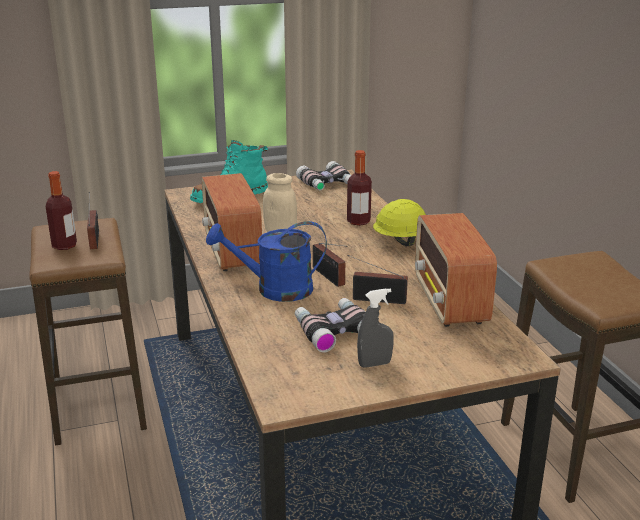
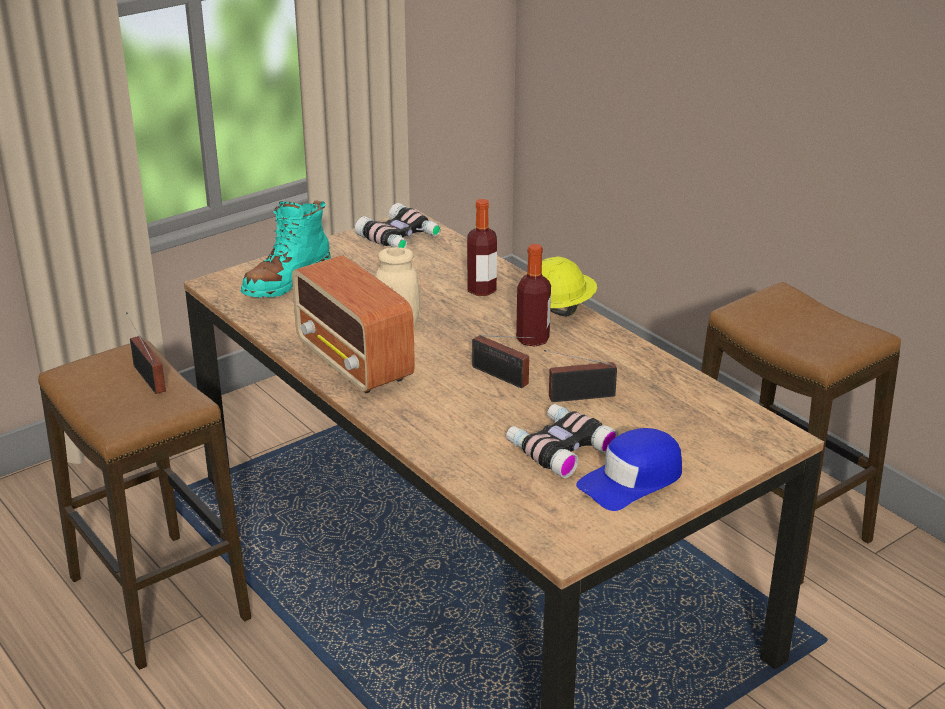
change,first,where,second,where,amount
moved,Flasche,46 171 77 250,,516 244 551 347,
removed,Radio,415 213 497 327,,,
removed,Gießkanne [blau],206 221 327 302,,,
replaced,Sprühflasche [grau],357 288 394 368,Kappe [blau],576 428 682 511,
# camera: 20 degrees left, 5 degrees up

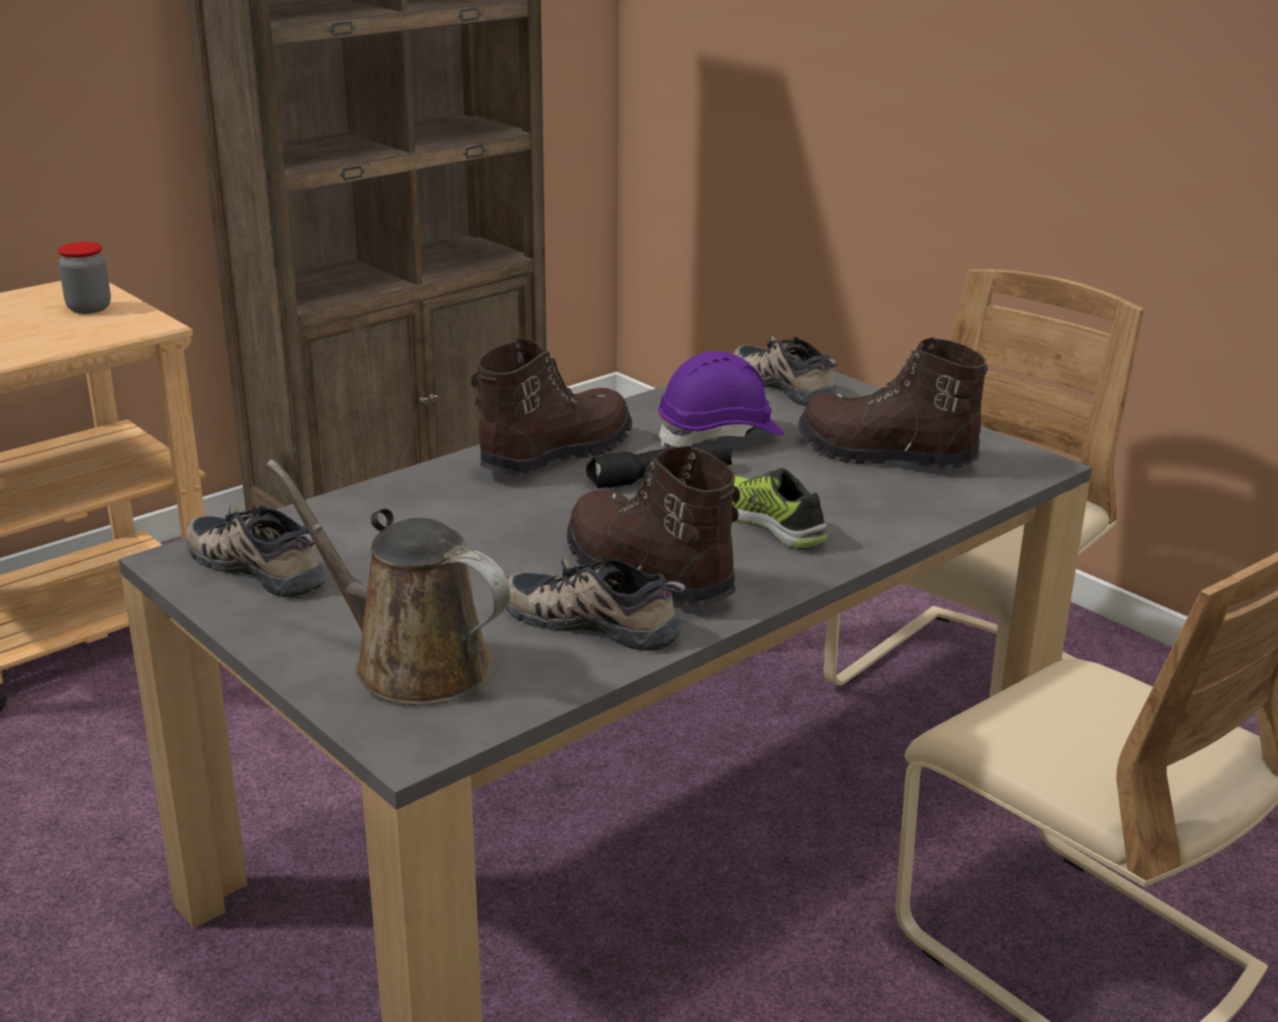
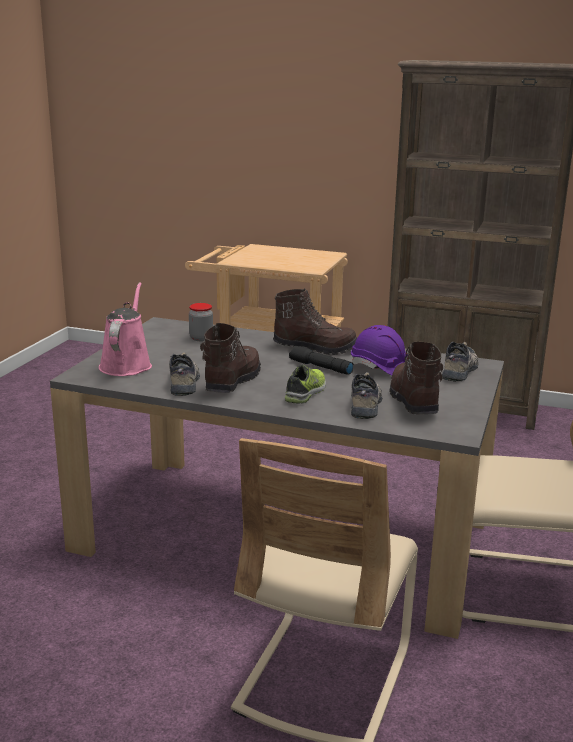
change,first,where,second,where,amount
moved,Vorratsglas,58 242 111 314,,189 303 213 341,
recoloured,Gießkanne [braun],266 460 510 705,Gießkanne [rosa],99 282 152 376,
moved,Schuh,186 505 325 599,,351 372 382 419,
# camera: 60 degrees right, 5 degrees down

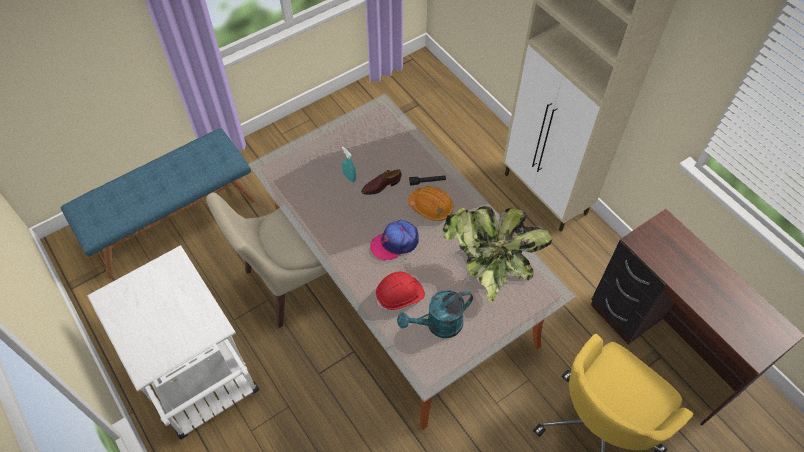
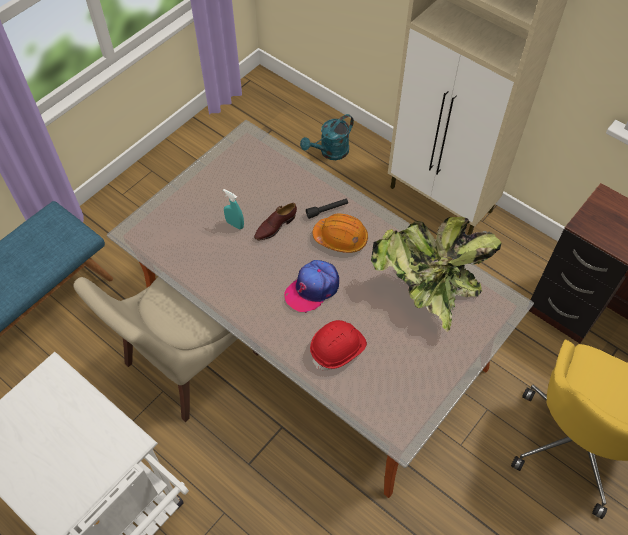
change,first,where,second,where,amount
moved,Gießkanne [türkis],397 290 473 338,,300 114 354 160,
# camera: 15 degrees left, 0 degrees up

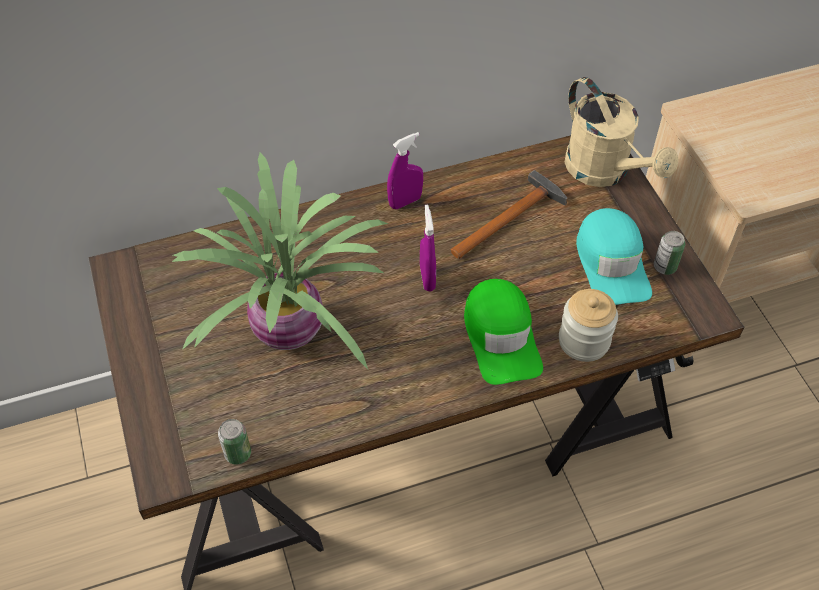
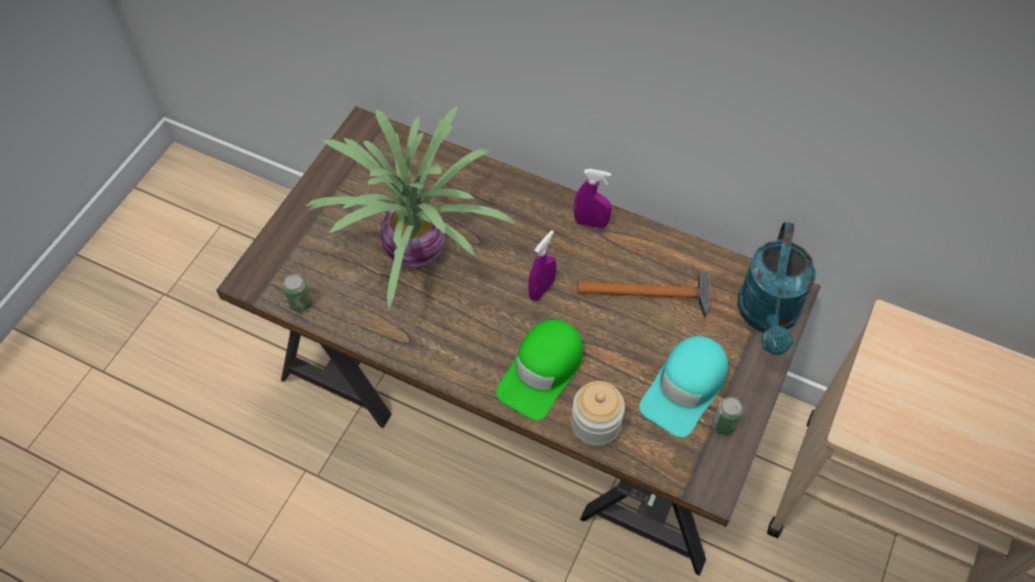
change,first,where,second,where,amount
recoloured,Gießkanne [beige],565 77 678 187,Gießkanne [türkis],737 222 816 355,
# camera: 45 degrees right, 5 degrees up

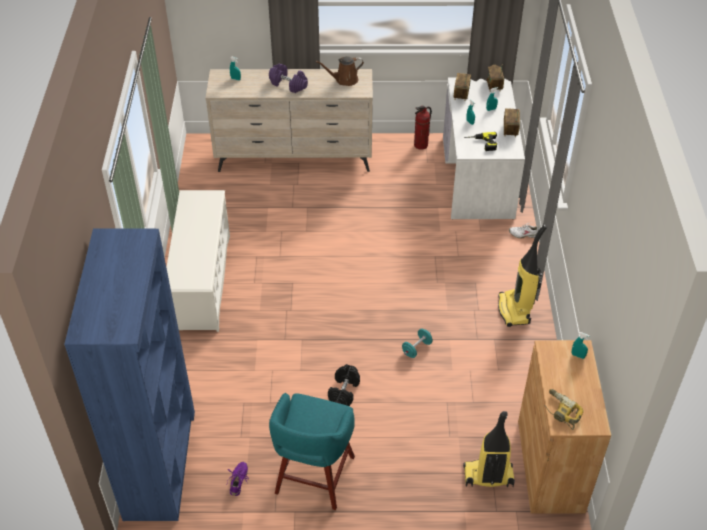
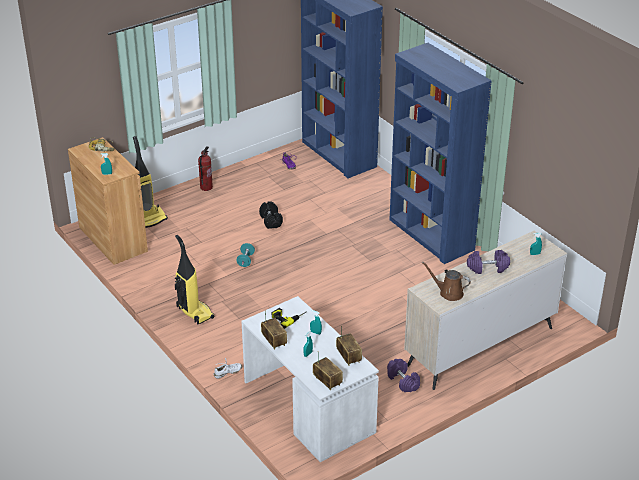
change,first,where,second,where,amount
turned,Gießkanne [braun],316 56 364 86,,422 261 471 301,105 degrees counterclockwise
moved,Feuerlöscher,414 106 432 150,,198 146 213 191,
replaced,Schuhregal [weiß],166 190 230 332,Bücherregal [blau],389 43 492 264,
removed,Hocker [türkis],269 393 355 510,,,
added,,,Hantel [lila],387 359 420 392,
# camera: 145 degrees right, 10 degrees down

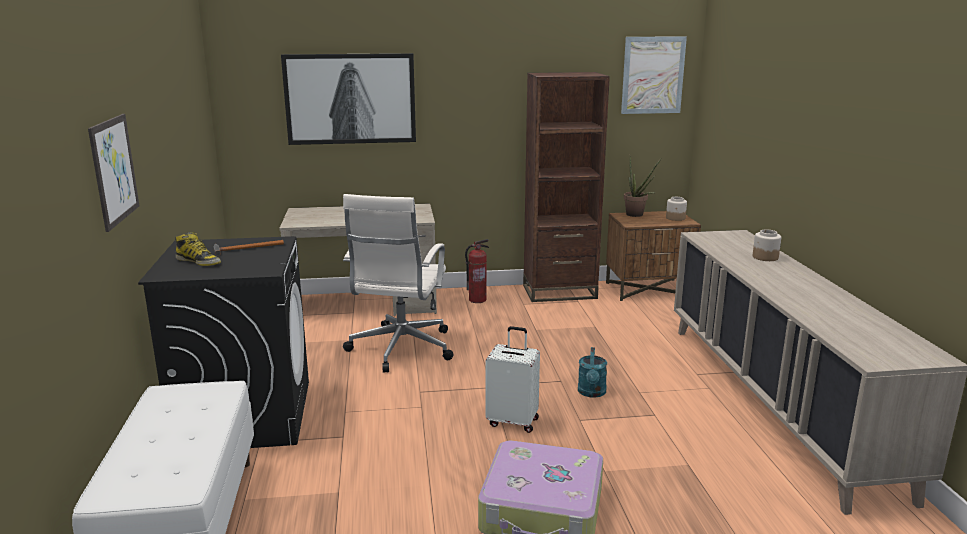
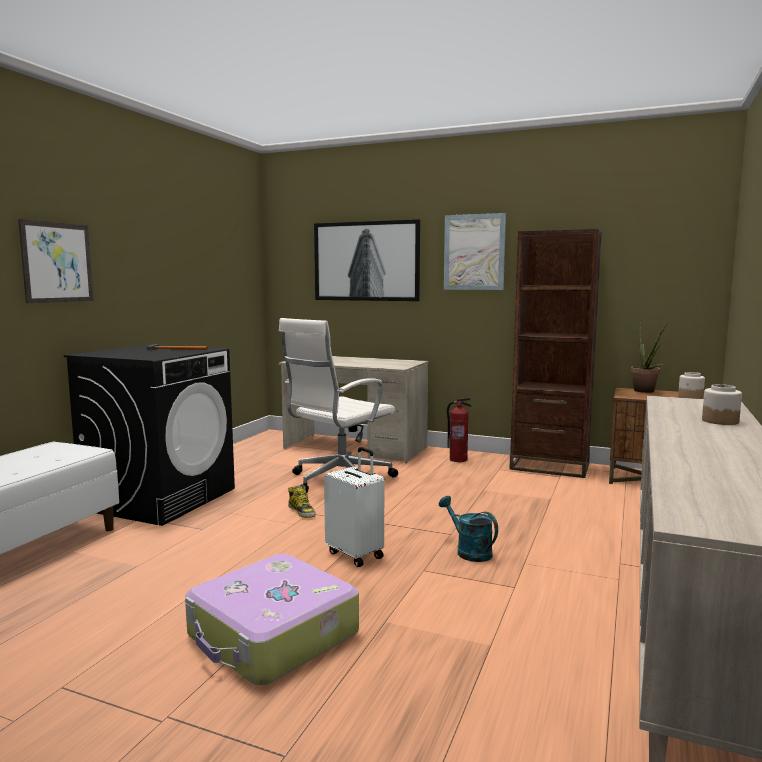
change,first,where,second,where,amount
moved,Bild,621 36 687 114,,444 213 506 290,
moved,Stiefel,175 232 221 266,,288 485 316 518,
turned,Gießkanne [türkis],578 347 607 398,,439 496 498 562,105 degrees clockwise
# camera: 30 degrees right, 10 degrees down

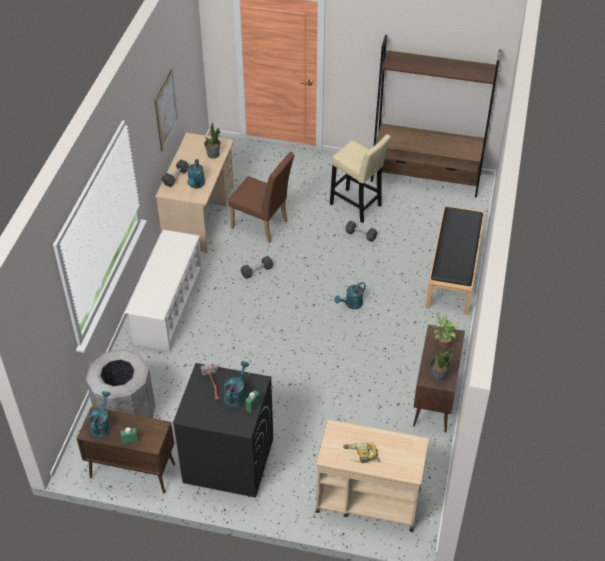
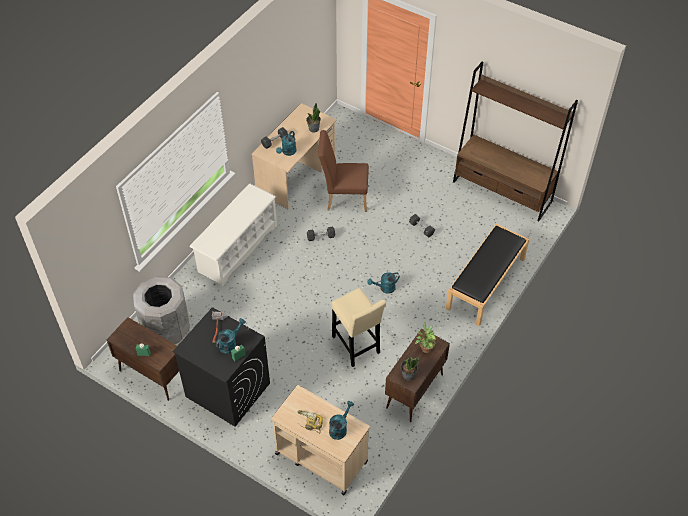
change,first,where,second,where,amount
removed,Bild,155 69 178 151,,,
moved,Hocker [beige],330 134 391 223,,332 288 386 367,
turned,Stuhl [braun],229 152 295 243,,318 130 369 212,135 degrees clockwise
moved,Gießkanne [türkis],88 391 110 438,,329 401 354 440,
# camera: 20 degrees right, 5 degrees up

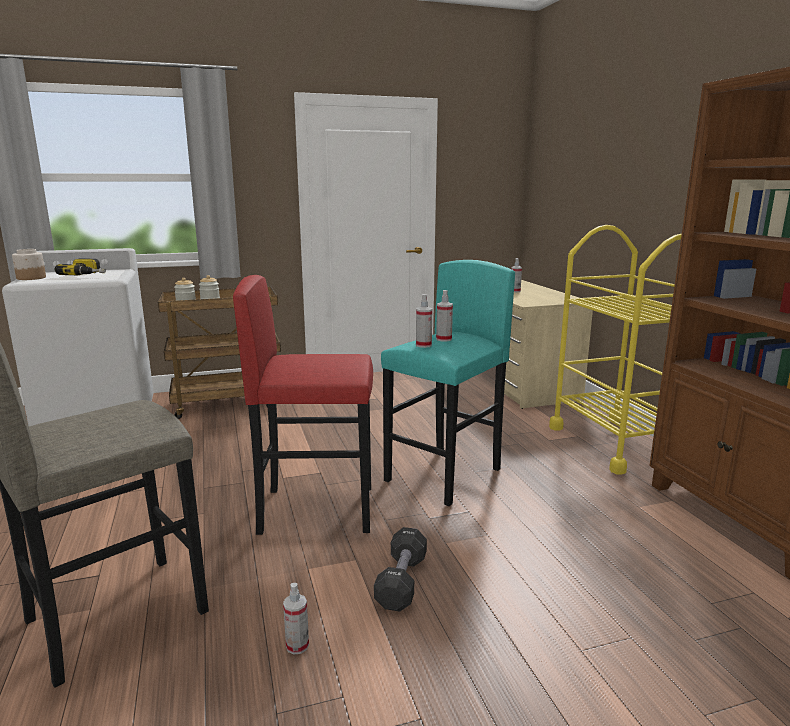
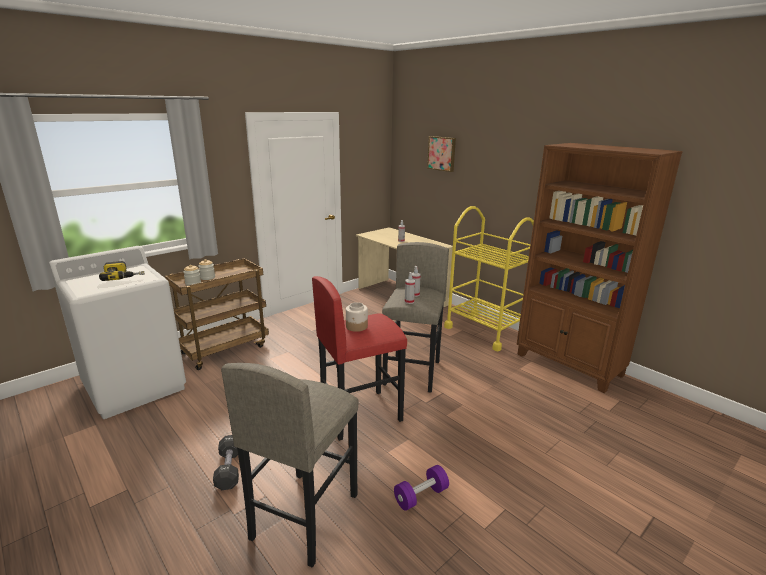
change,first,where,second,where,amount
moved,Vorratsglas,12 249 46 280,,346 302 368 332,
recoloured,Hocker [türkis],381 260 515 506,Hocker [grau],382 242 449 393,
moved,Hantel [schwarz],374 527 427 612,,213 435 239 490,
replaced,Sprühflasche,283 583 309 654,Hantel [lila],394 465 449 511,
added,,,Bild,427 136 456 172,
# camera: 25 degrees left, 5 degrees up

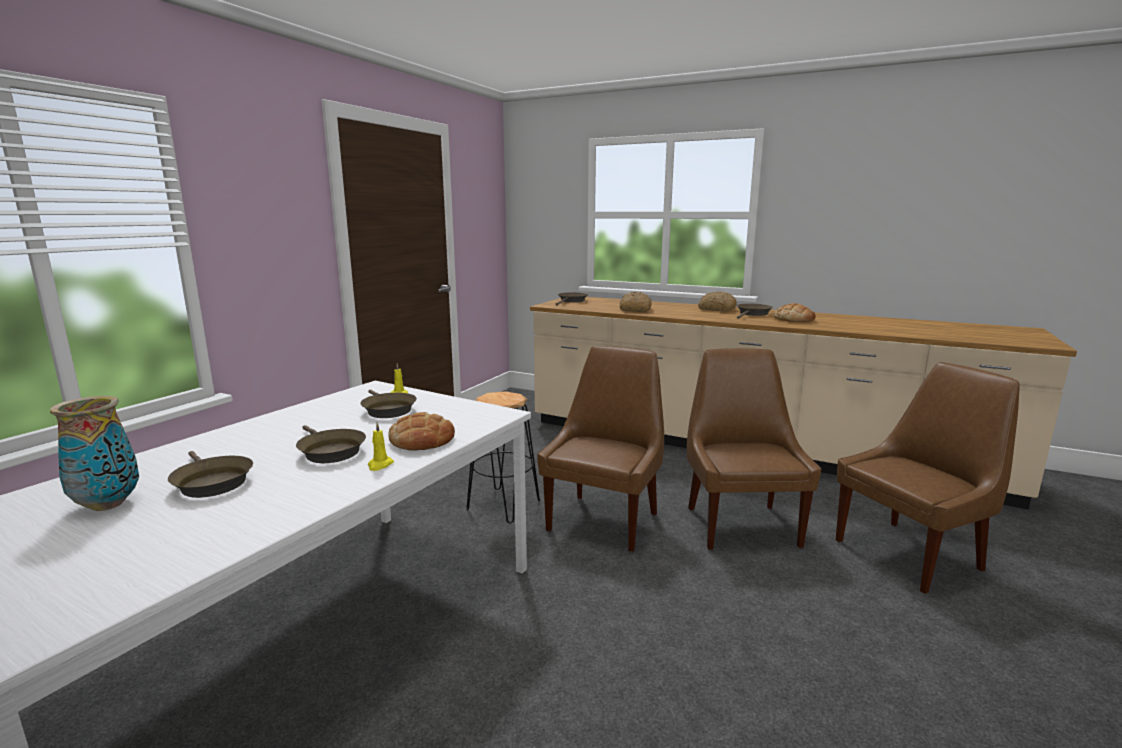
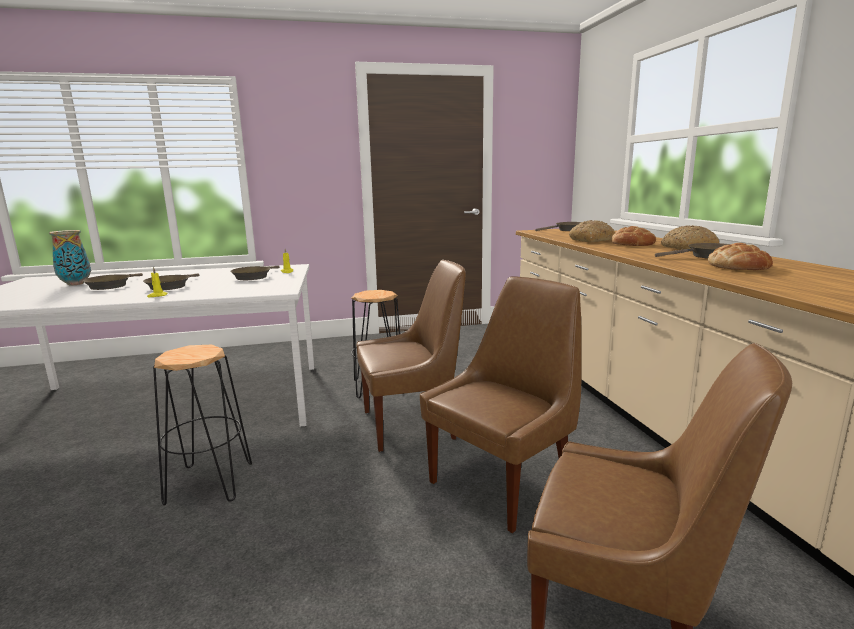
change,first,where,second,where,amount
moved,Brot,388 412 455 451,,611 226 656 246,
added,,,Hocker [schwarz],153 344 252 505,
# camera: 50 degrees right, 0 degrees up

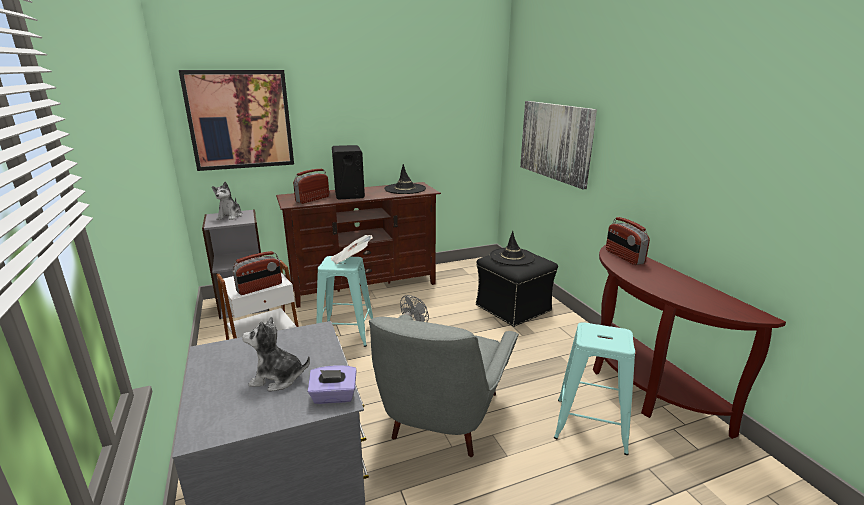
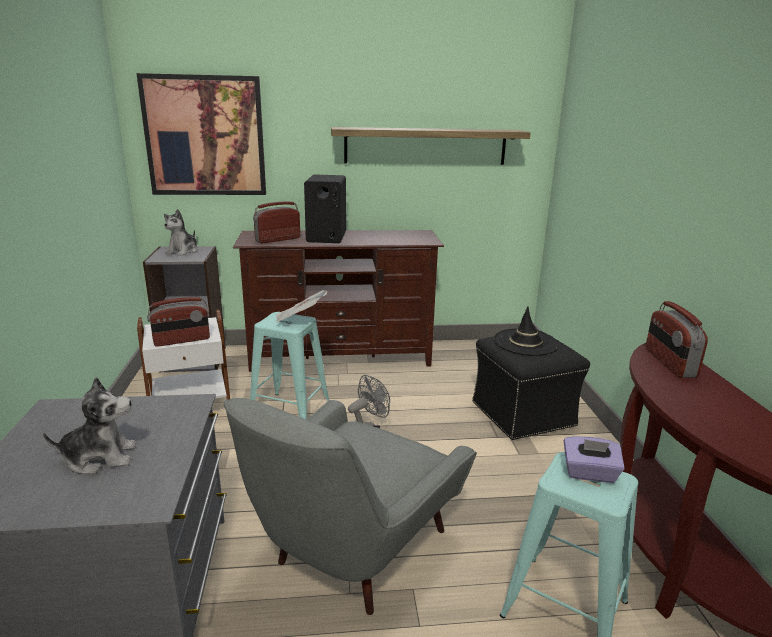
change,first,where,second,where,amount
removed,Bild,520 101 597 189,,,
removed,Hut [schwarz],384 164 426 194,,,
turned,Plüschtier,242 317 310 391,,43 377 136 474,150 degrees clockwise
moved,Taschentuchbox [lila],308 366 357 404,,564 436 625 483,
added,,,Wandregal,331 127 531 165,
# camera: 15 degrees right, 0 degrees up

